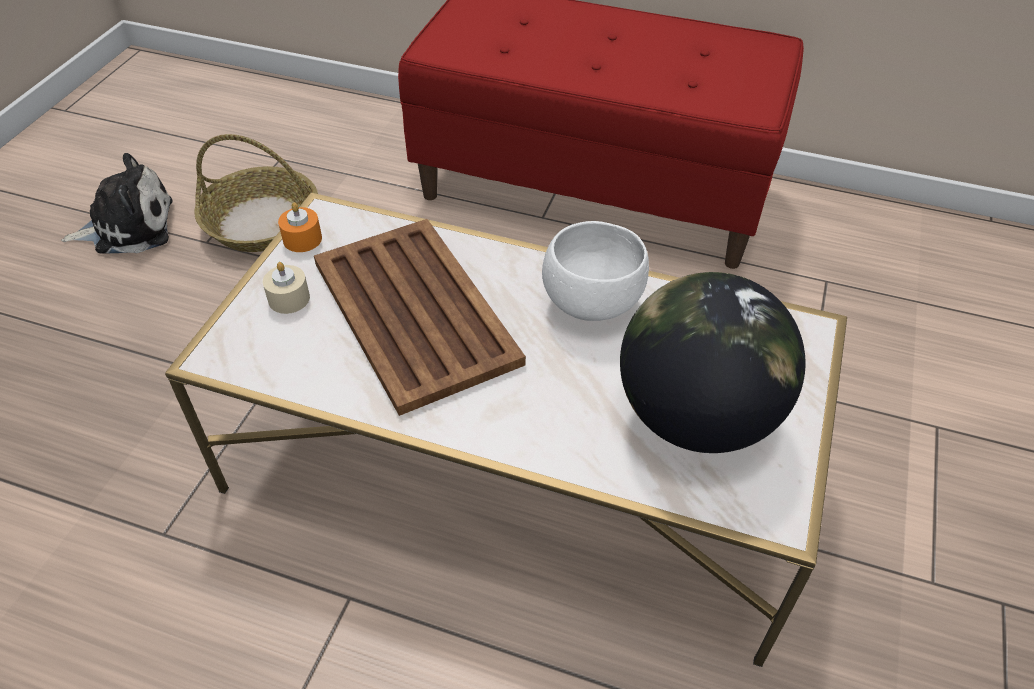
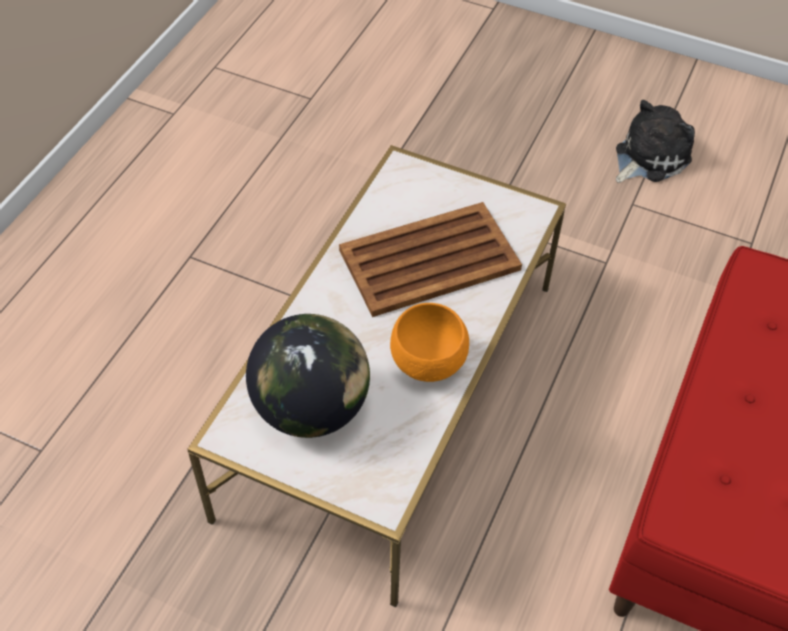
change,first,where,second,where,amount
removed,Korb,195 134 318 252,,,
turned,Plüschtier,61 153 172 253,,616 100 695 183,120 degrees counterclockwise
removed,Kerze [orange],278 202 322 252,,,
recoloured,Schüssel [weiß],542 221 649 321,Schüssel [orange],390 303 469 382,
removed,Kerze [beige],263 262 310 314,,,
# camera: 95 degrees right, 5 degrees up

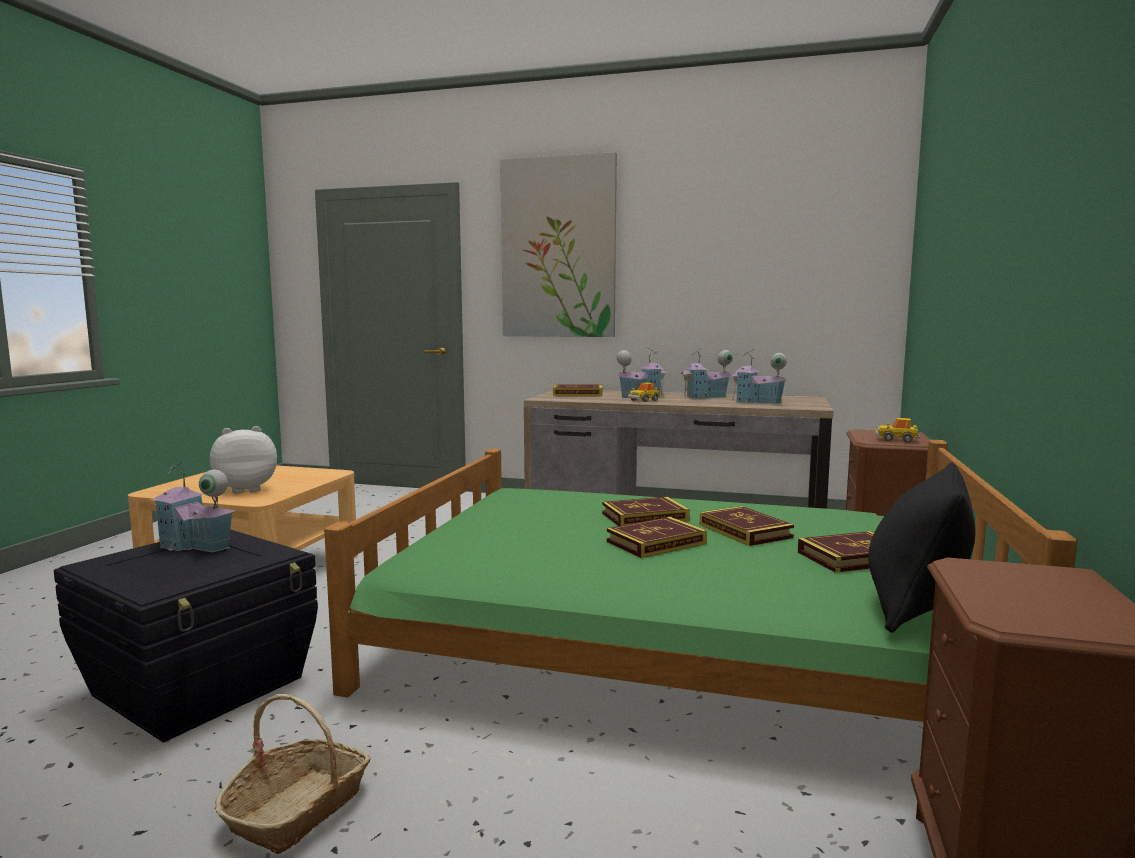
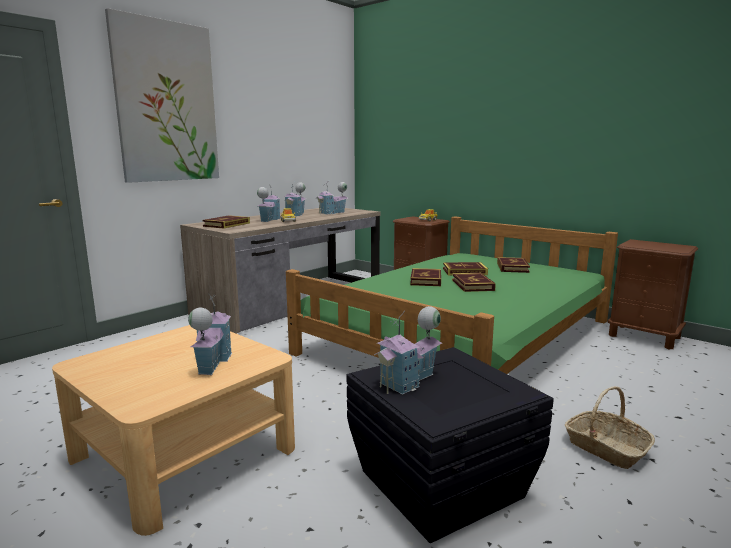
change,first,where,second,where,amount
replaced,Plüschtier,210 426 277 493,Spielzeughaus,188 294 232 375,
removed,Kissen [schwarz],868 463 975 633,,,
# camera: 65 degrees left, 5 degrees up

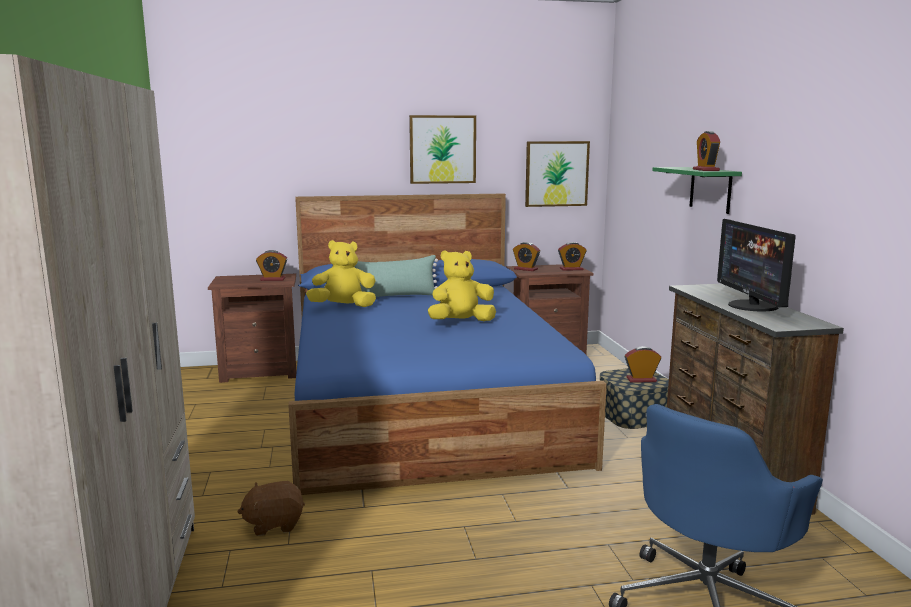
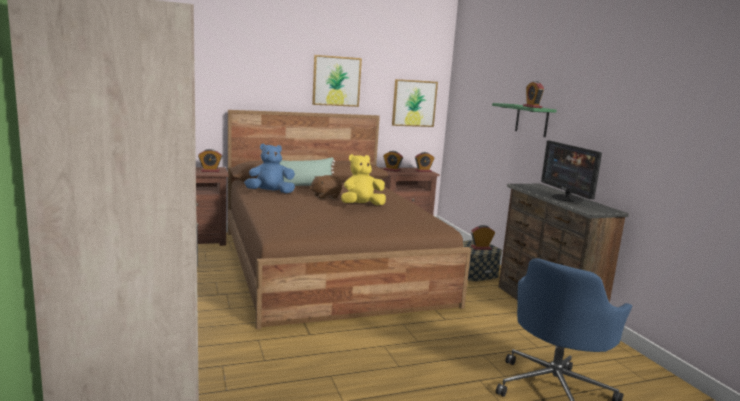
change,first,where,second,where,amount
recoloured,Bett [blau],288 193 607 495,Bett [braun],228 110 471 329,
recoloured,Plüschtier [gelb],306 240 376 307,Plüschtier [blau],244 143 295 193,
moved,Plüschtier [braun],237 481 305 536,,310 175 342 199,
# camera: 10 degrees left, 0 degrees up

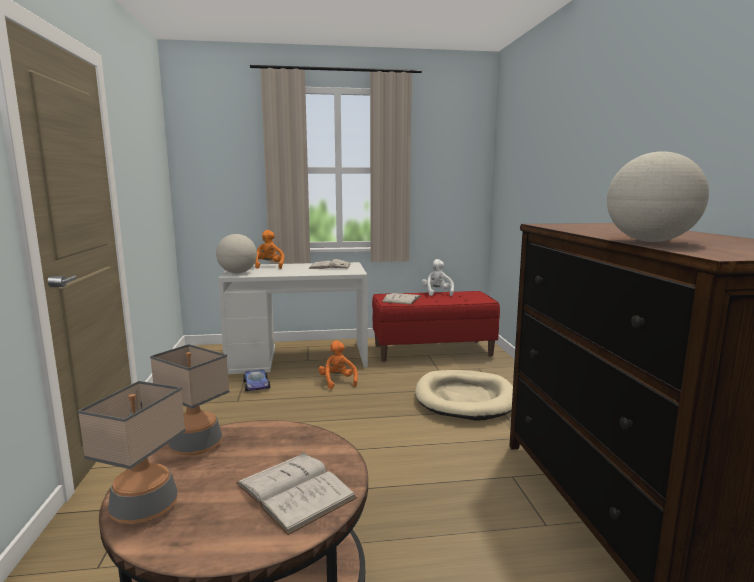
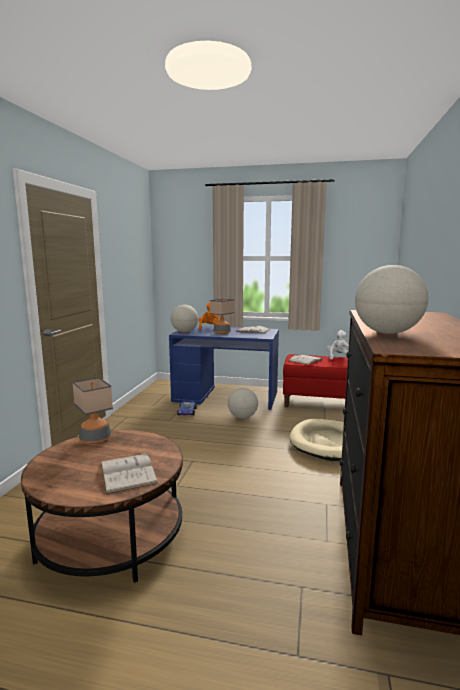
change,first,where,second,where,amount
recoloured,Schreibtisch [weiß],218 262 368 374,Schreibtisch [blau],169 326 279 410,
replaced,Plüschtier [orange],318 341 358 389,Globus,228 388 258 419,
moved,Tischlampe,78 381 185 524,,210 299 234 334,
# camera: 20 degrees right, 0 degrees up

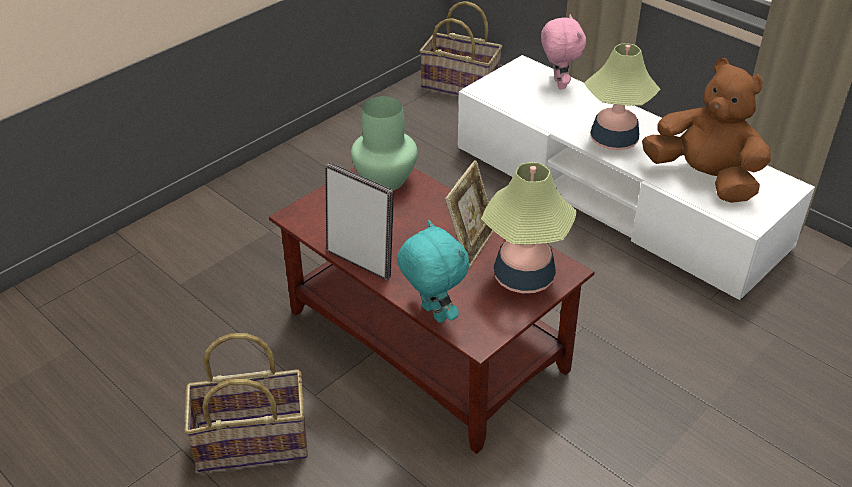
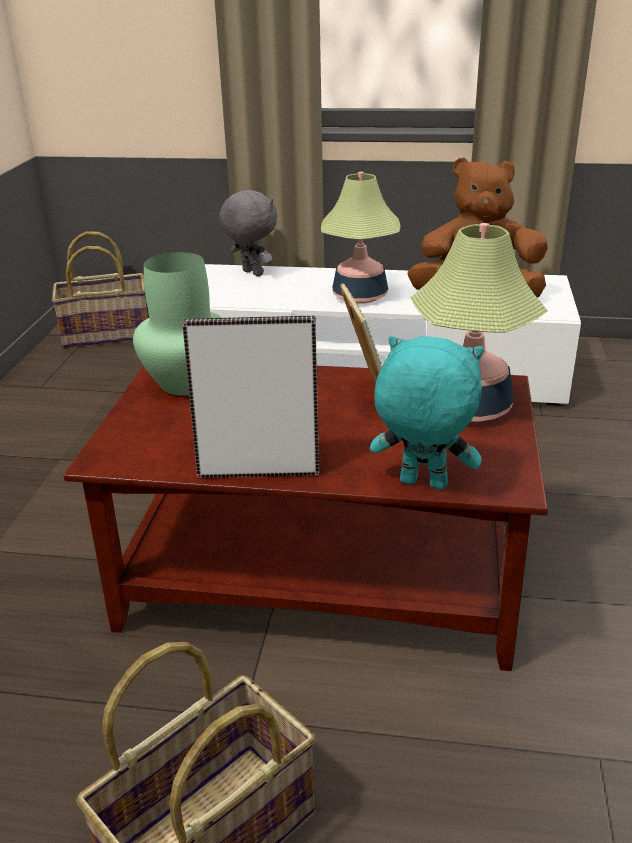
change,first,where,second,where,amount
recoloured,Plüschtier [rosa],541 14 586 89,Plüschtier [grau],219 189 277 276,
# camera: 35 degrees left, 10 degrees down

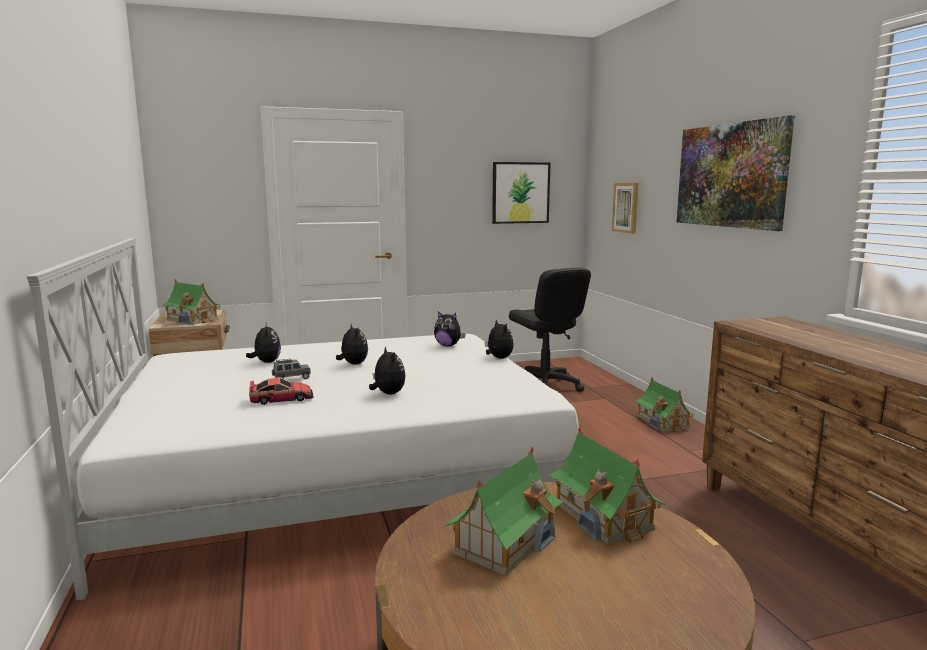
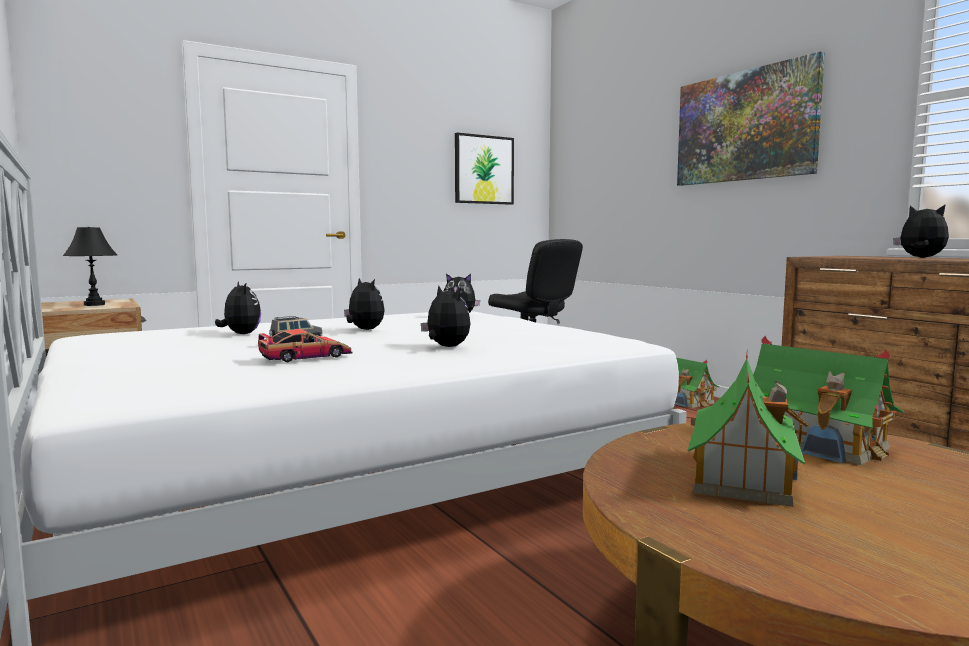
change,first,where,second,where,amount
removed,Bild,612 183 638 234,,,
replaced,Spielzeughaus,161 279 221 325,Tischlampe [schwarz],63 227 117 306,
moved,Plüschtier,485 319 514 359,,893 204 949 258,
# camera: 15 degrees left, 5 degrees down

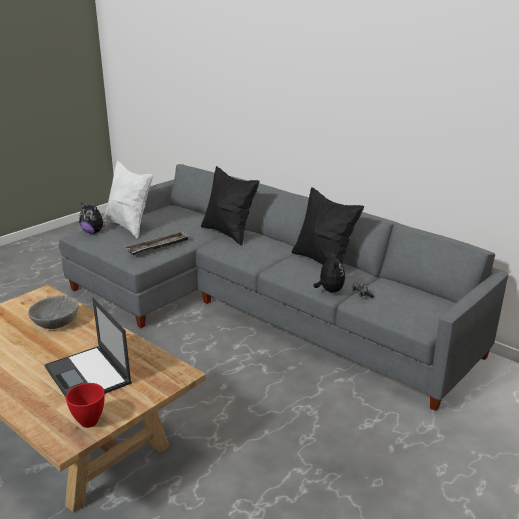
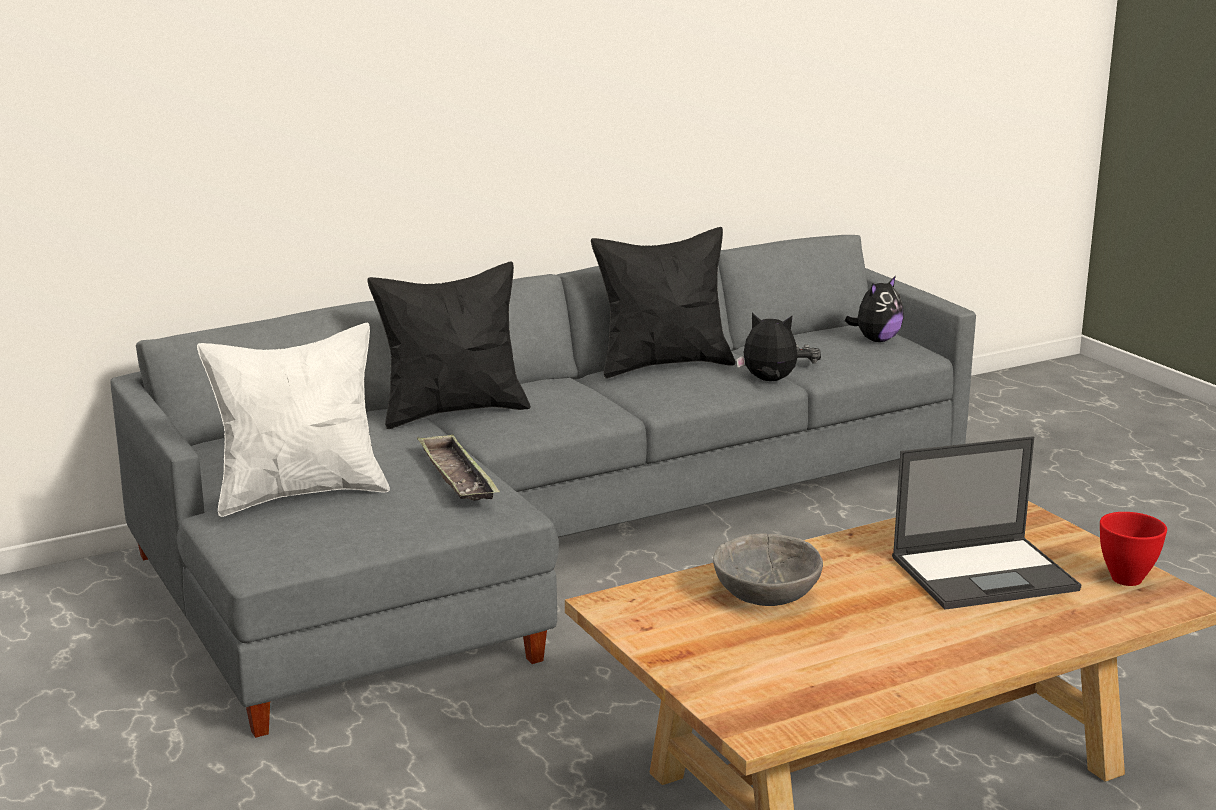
change,first,where,second,where,amount
moved,Plüschtier,79 203 108 234,,845 276 904 342,
# camera: 70 degrees left, 5 degrees down

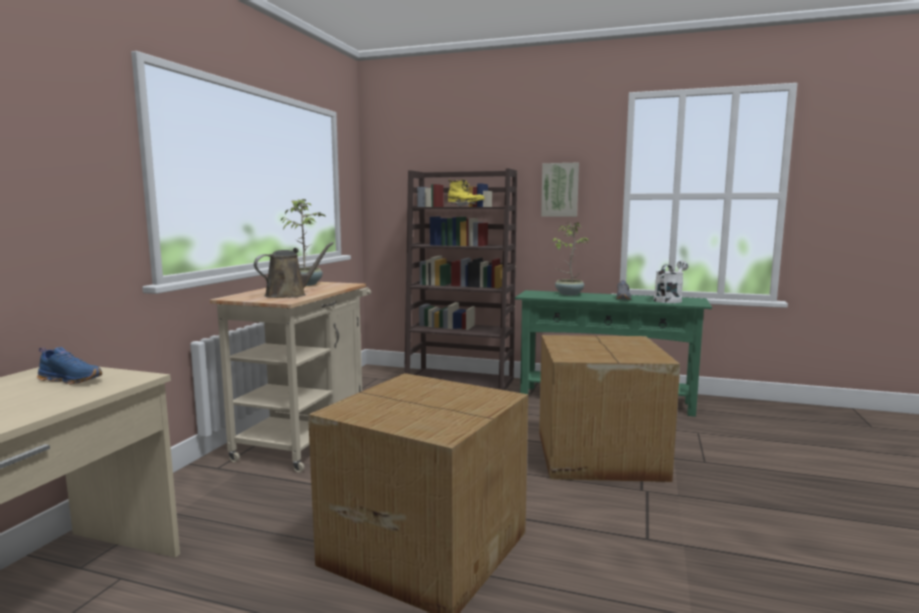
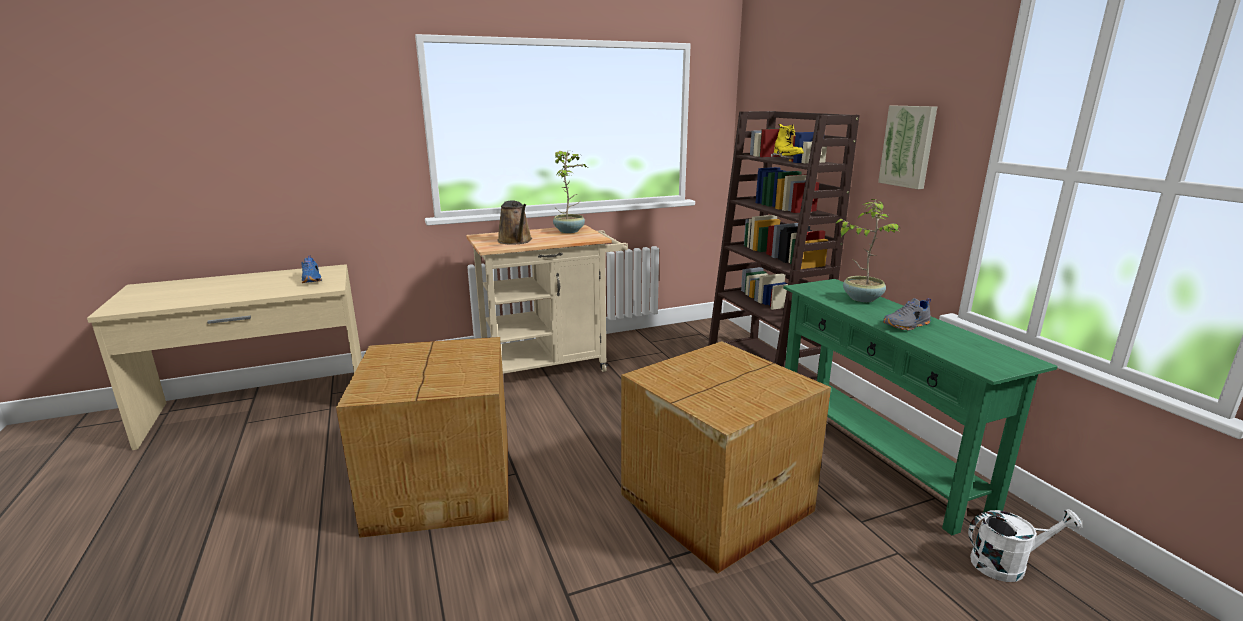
change,first,where,second,where,amount
turned,Gießkanne [braun],254 242 334 298,,497 200 532 245,60 degrees clockwise
moved,Gießkanne [weiß],654 260 689 303,,968 509 1082 582,
# camera: 50 degrees right, 10 degrees up

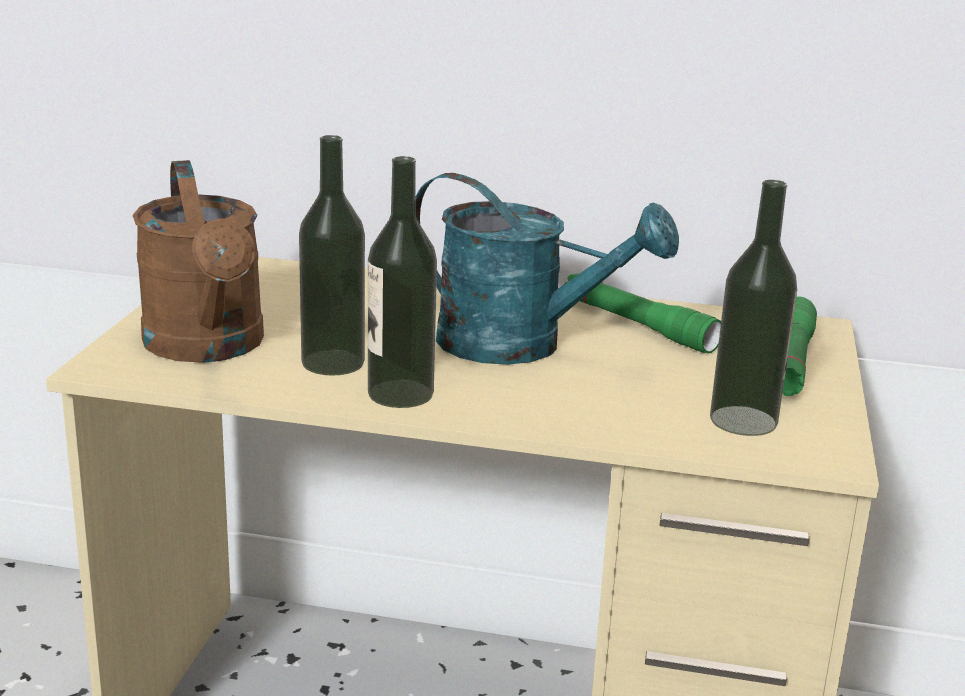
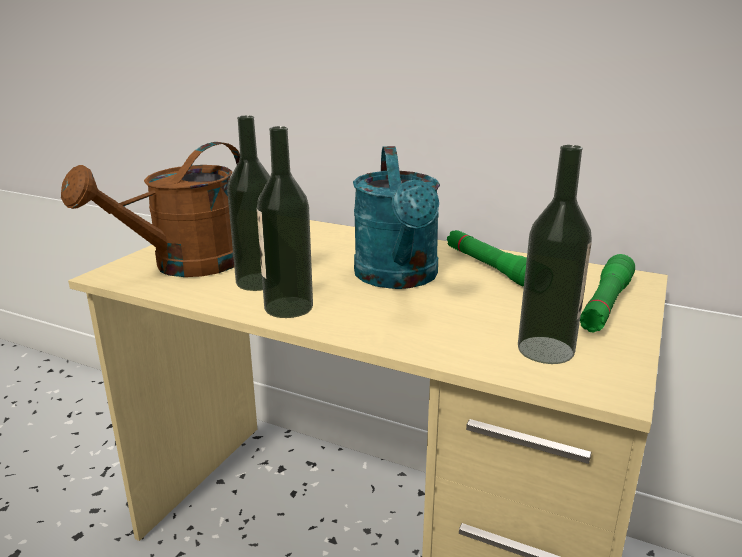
change,first,where,second,where,amount
turned,Gießkanne [braun],133 160 264 363,,61 142 240 277,45 degrees clockwise
turned,Gießkanne [türkis],415 173 679 365,,353 146 440 289,45 degrees clockwise
# camera: 15 degrees right, 0 degrees up

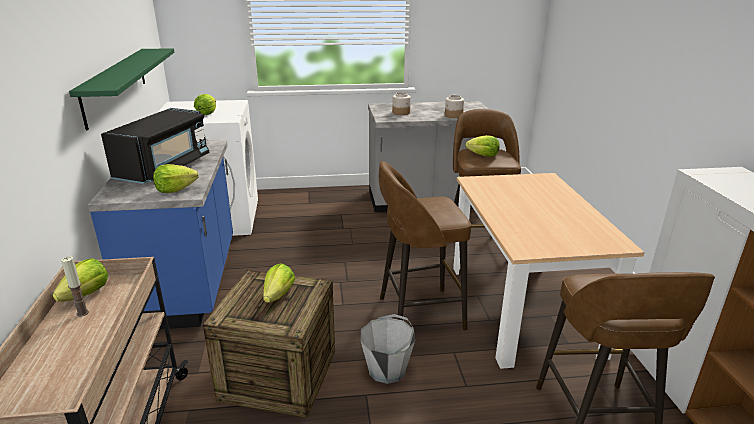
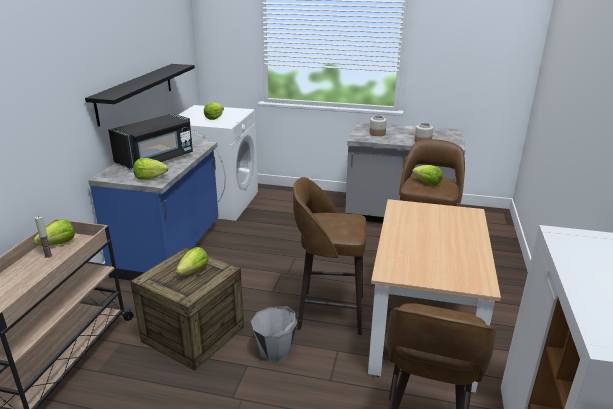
change,first,where,second,where,amount
recoloured,Wandregal [grün],69 48 174 130,Wandregal [schwarz],85 64 195 126,
# camera: 20 degrees right, 0 degrees up

